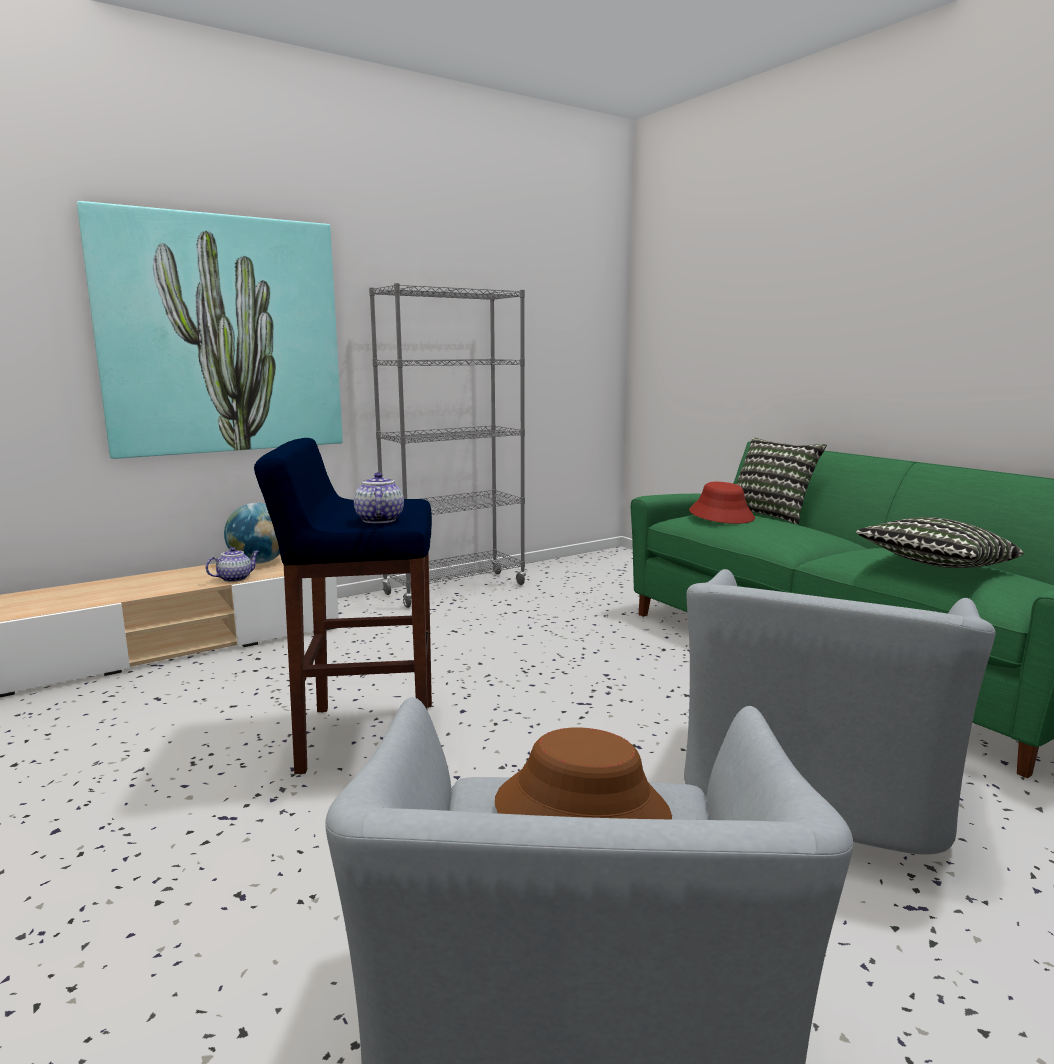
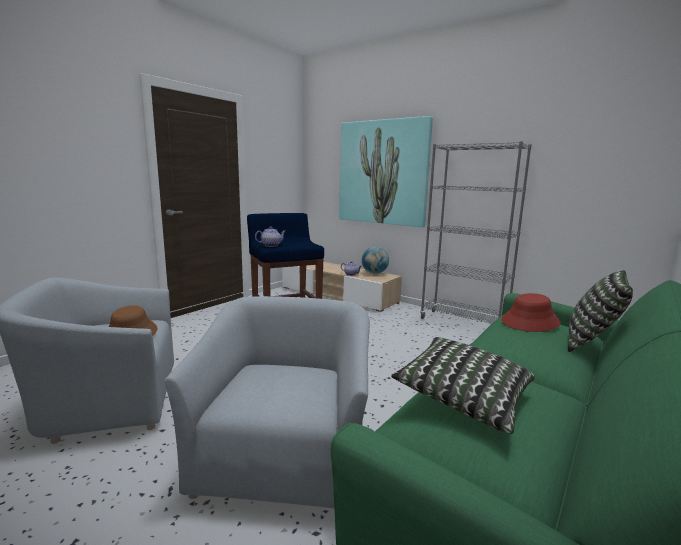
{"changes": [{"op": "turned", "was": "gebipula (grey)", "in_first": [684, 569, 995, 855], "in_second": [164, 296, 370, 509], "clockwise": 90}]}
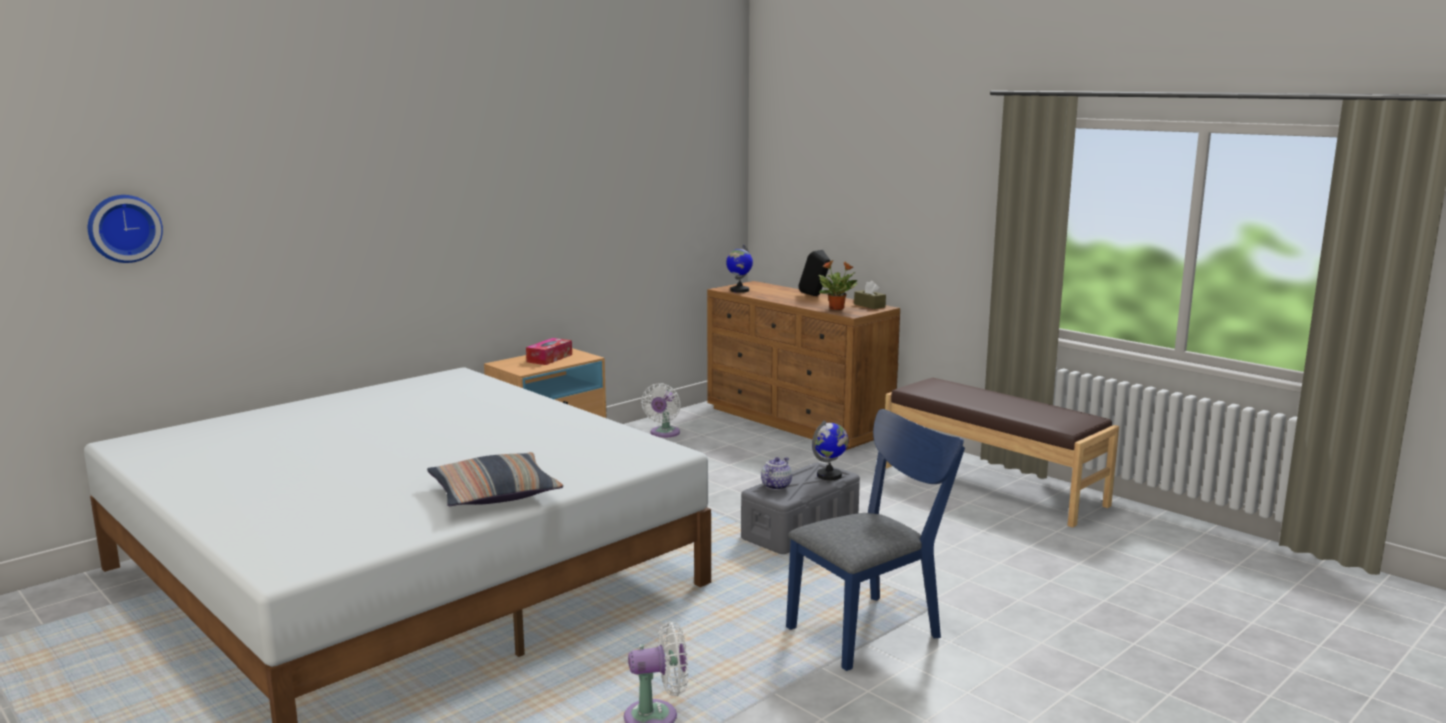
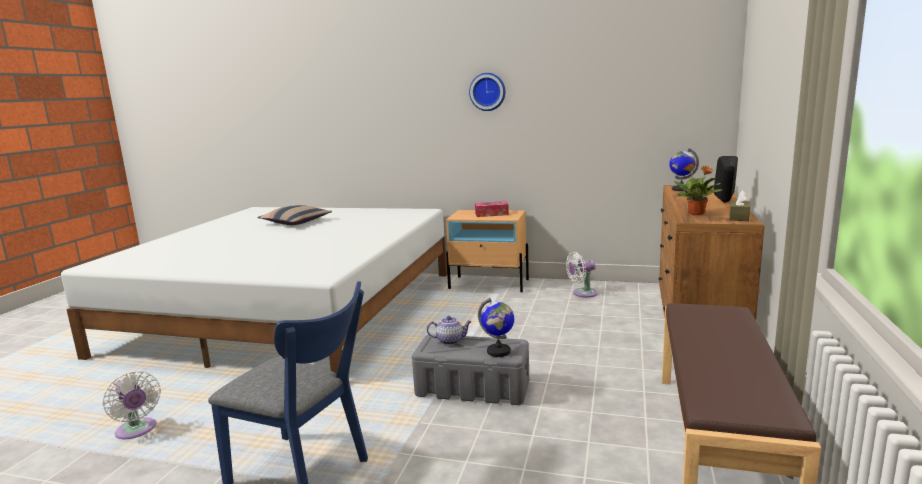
{"changes": [{"op": "moved", "was": "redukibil", "in_first": [427, 452, 563, 506], "in_second": [257, 205, 332, 225]}, {"op": "moved", "was": "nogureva", "in_first": [88, 195, 163, 263], "in_second": [469, 73, 505, 111]}]}
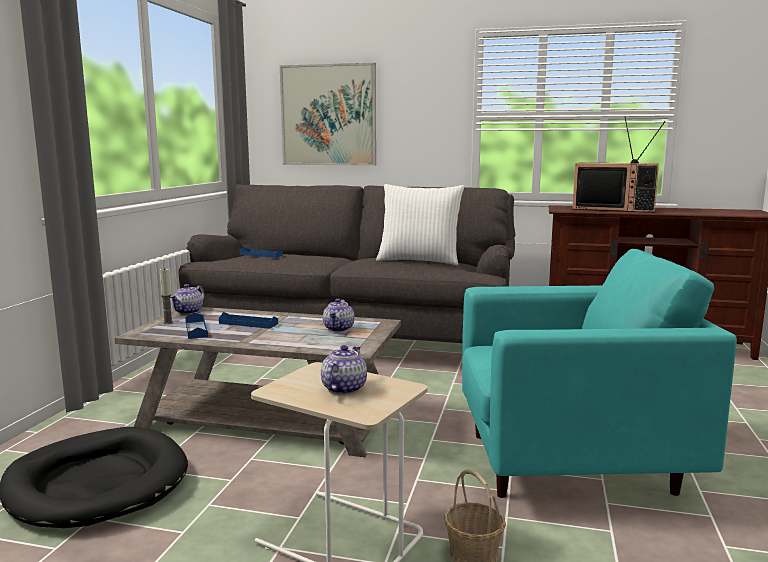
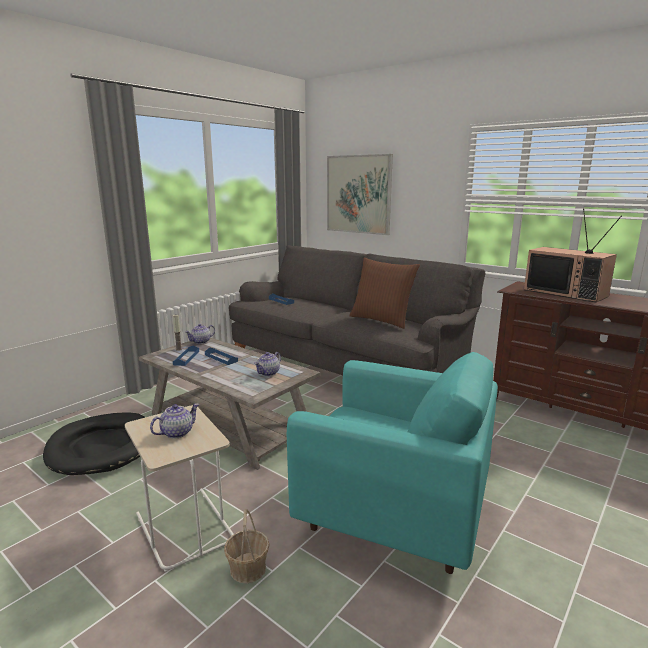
{"changes": [{"op": "recoloured", "was": "redukibil (white)", "now": "redukibil (brown)", "in_first": [376, 184, 464, 265], "in_second": [350, 258, 420, 329]}]}
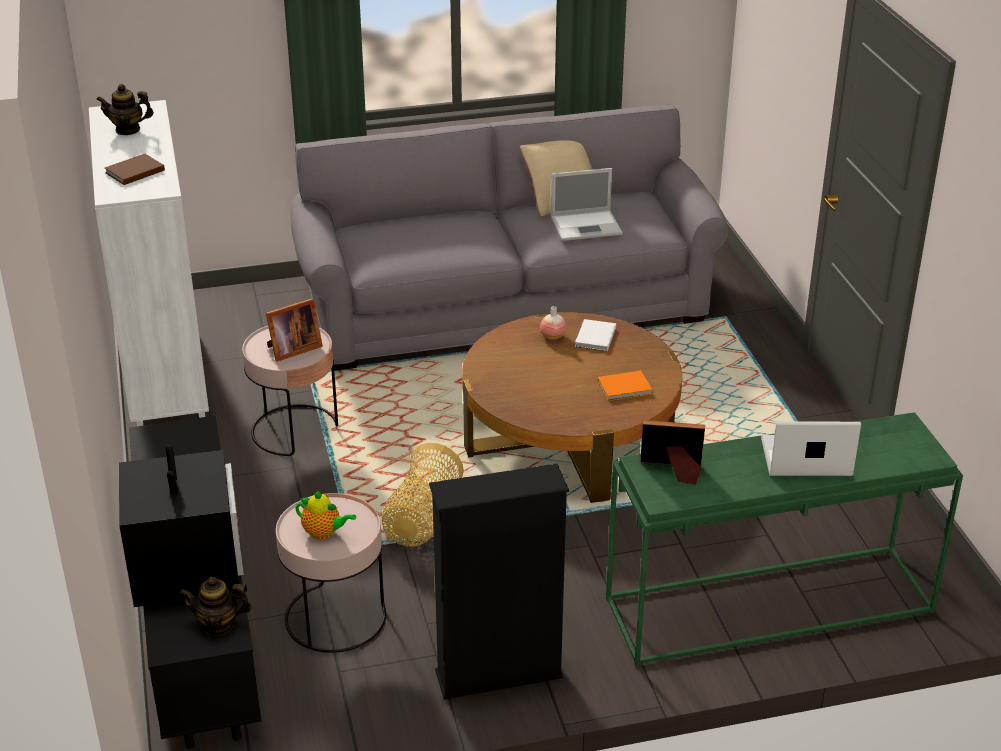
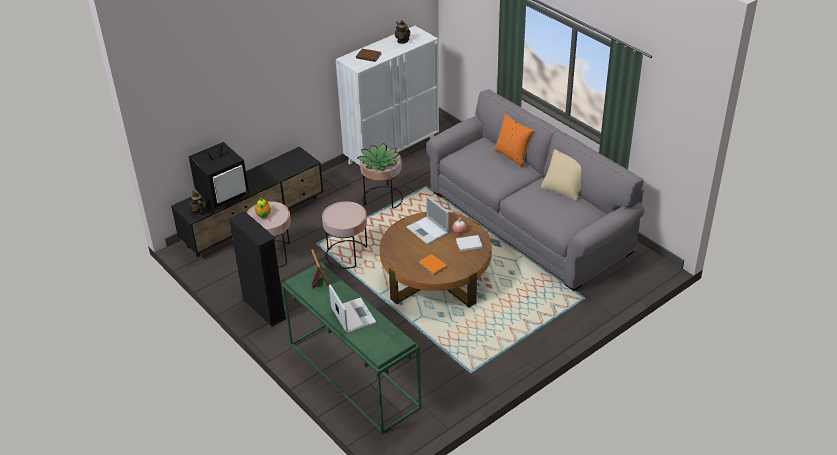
{"changes": [{"op": "replaced", "was": "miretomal", "now": "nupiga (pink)", "in_first": [382, 443, 464, 547], "in_second": [322, 201, 367, 269]}, {"op": "replaced", "was": "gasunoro", "now": "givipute", "in_first": [266, 298, 323, 362], "in_second": [357, 143, 400, 171]}, {"op": "moved", "was": "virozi", "in_first": [551, 168, 623, 241], "in_second": [406, 196, 449, 245]}, {"op": "added", "now": "redukibil (orange)", "in_second": [494, 113, 534, 168]}]}
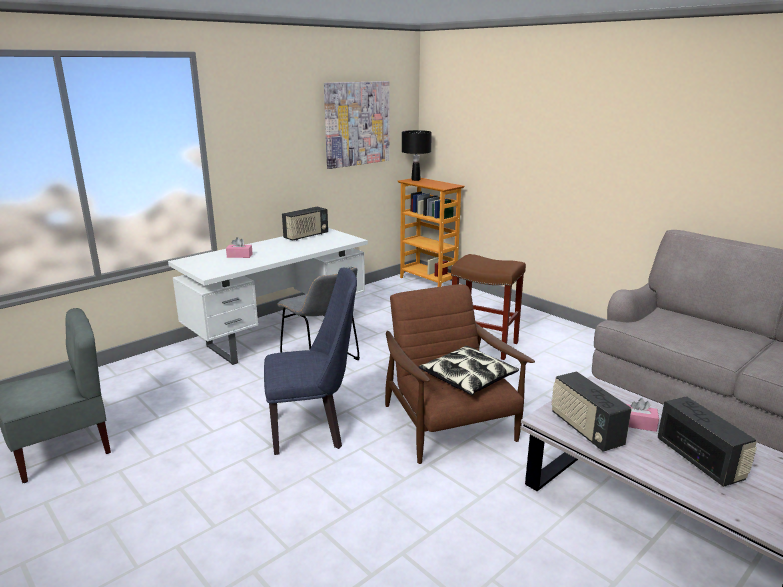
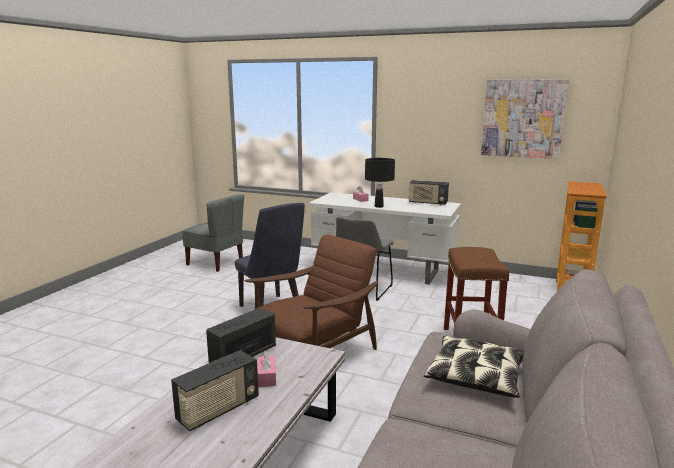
{"changes": [{"op": "moved", "was": "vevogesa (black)", "in_first": [402, 130, 432, 181], "in_second": [365, 158, 395, 208]}, {"op": "moved", "was": "redukibil", "in_first": [419, 346, 519, 395], "in_second": [424, 336, 524, 398]}]}
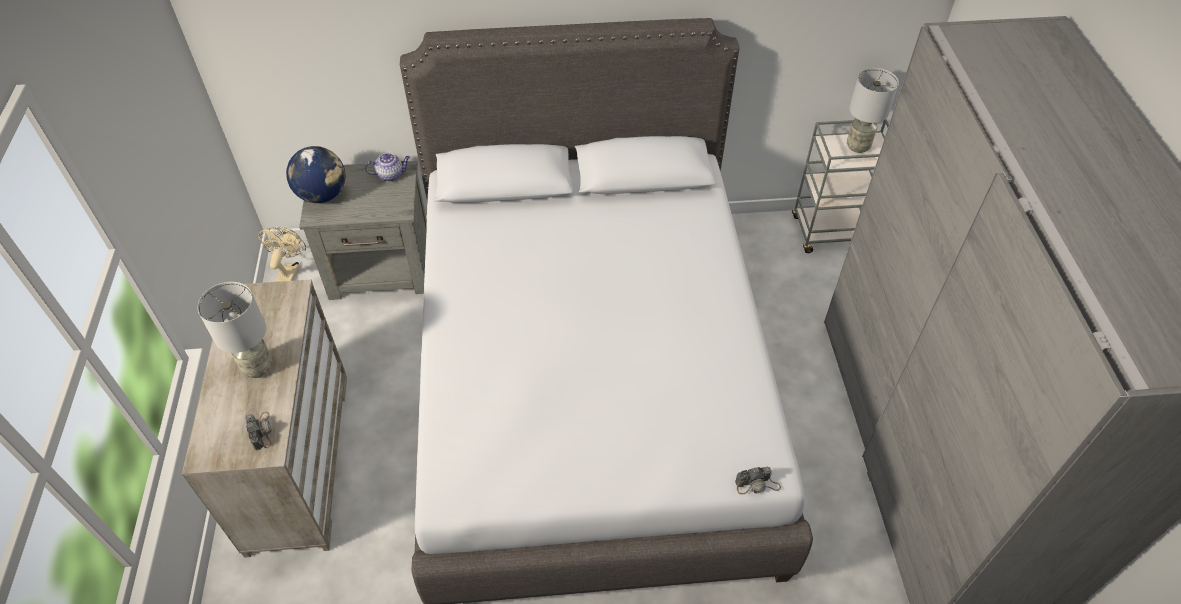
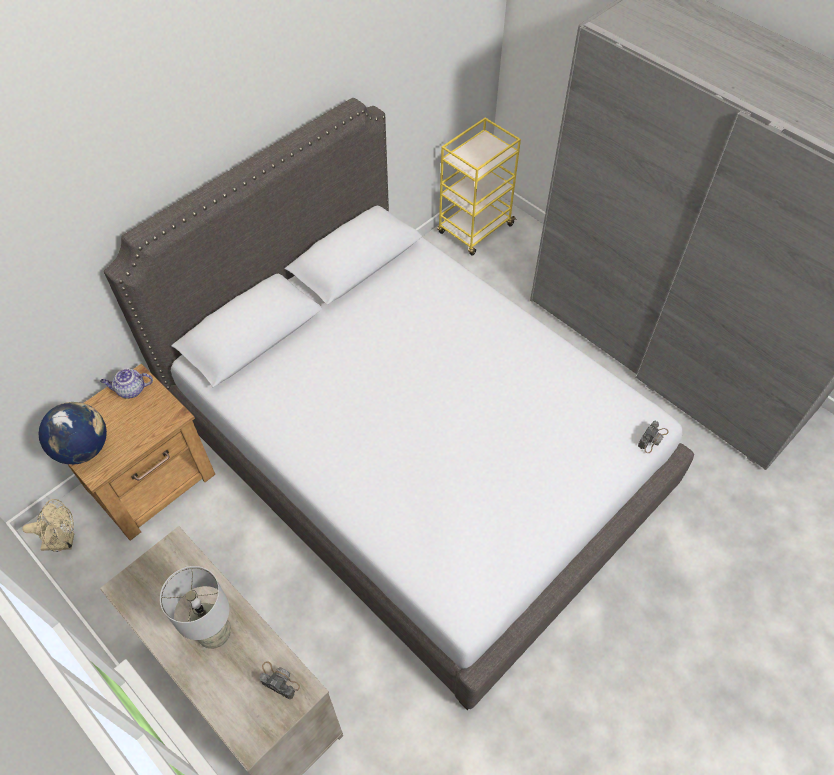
{"changes": [{"op": "turned", "was": "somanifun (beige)", "in_first": [258, 227, 306, 282], "in_second": [22, 499, 74, 552], "clockwise": 120}, {"op": "recoloured", "was": "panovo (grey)", "now": "panovo (brown)", "in_first": [299, 161, 427, 300], "in_second": [67, 364, 215, 541]}, {"op": "turned", "was": "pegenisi", "in_first": [365, 153, 410, 182], "in_second": [100, 368, 153, 399], "clockwise": -135}, {"op": "recoloured", "was": "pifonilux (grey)", "now": "pifonilux (yellow)", "in_first": [792, 119, 889, 253], "in_second": [437, 118, 521, 255]}, {"op": "removed", "was": "vevogesa (grey)", "in_first": [847, 68, 899, 153]}]}
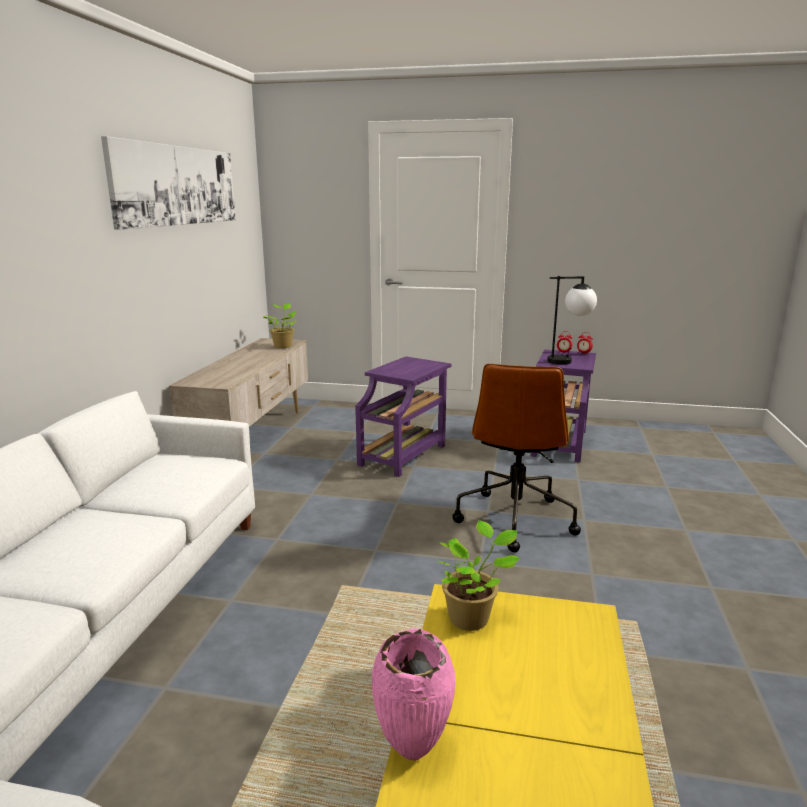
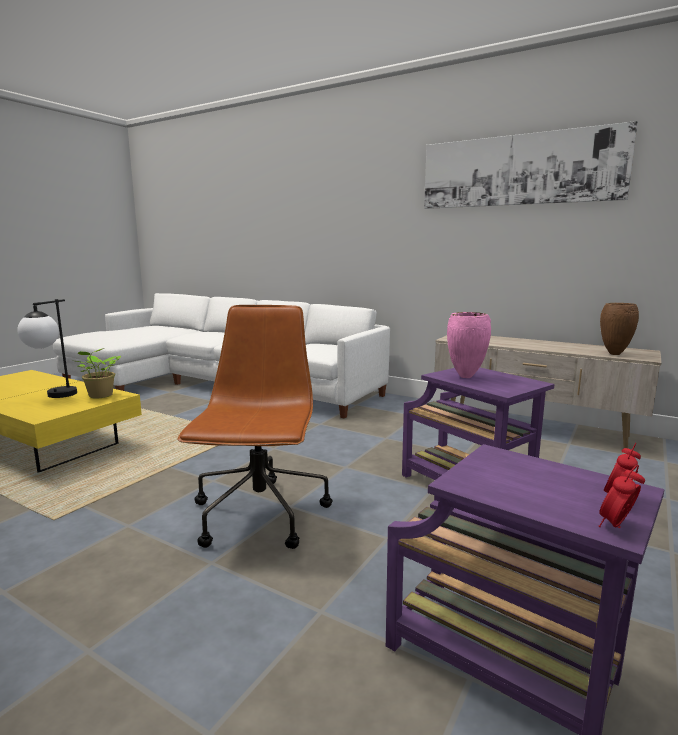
{"changes": [{"op": "moved", "was": "vevogesa", "in_first": [547, 276, 597, 365], "in_second": [17, 299, 77, 398]}, {"op": "turned", "was": "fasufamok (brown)", "in_first": [452, 364, 581, 552], "in_second": [177, 305, 333, 549], "clockwise": 60}, {"op": "moved", "was": "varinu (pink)", "in_first": [372, 629, 455, 761], "in_second": [447, 312, 491, 378]}, {"op": "replaced", "was": "givipute", "now": "varinu (brown)", "in_first": [263, 303, 297, 348], "in_second": [600, 303, 639, 355]}]}
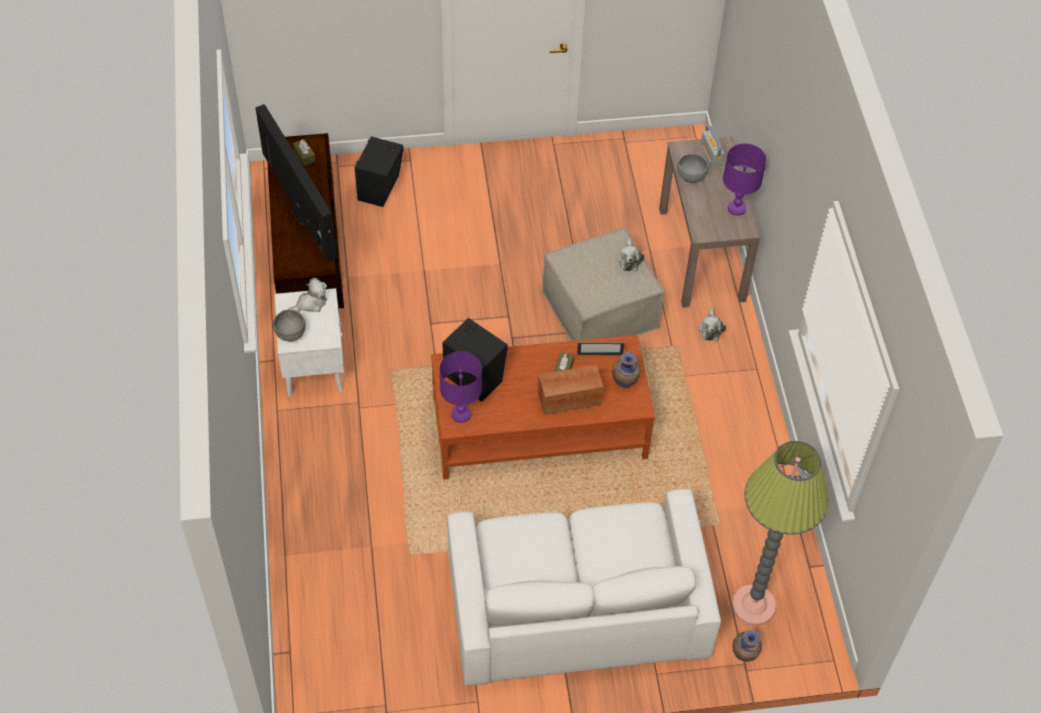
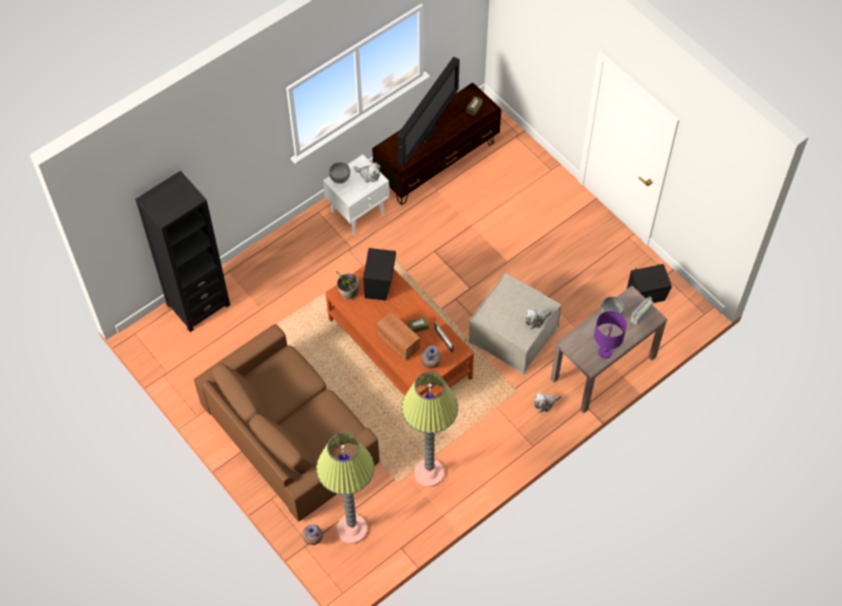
{"changes": [{"op": "added", "now": "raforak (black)", "in_second": [135, 171, 230, 332]}, {"op": "recoloured", "was": "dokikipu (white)", "now": "dokikipu (brown)", "in_first": [447, 489, 721, 686], "in_second": [194, 324, 380, 522]}, {"op": "replaced", "was": "vevogesa (purple)", "now": "givipute", "in_first": [440, 351, 482, 423], "in_second": [336, 271, 359, 300]}, {"op": "added", "now": "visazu", "in_second": [401, 372, 458, 487]}, {"op": "moved", "was": "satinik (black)", "in_first": [355, 136, 404, 207], "in_second": [627, 264, 672, 303]}]}
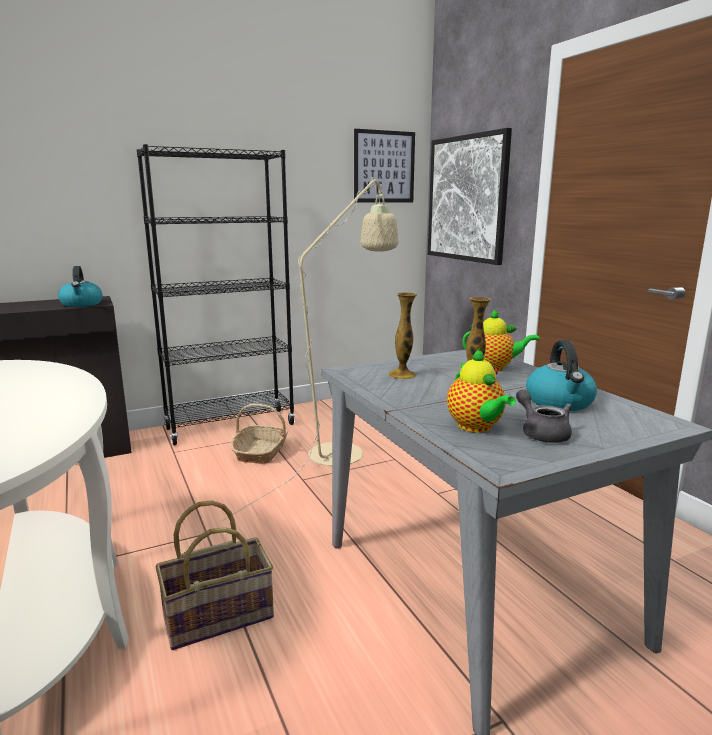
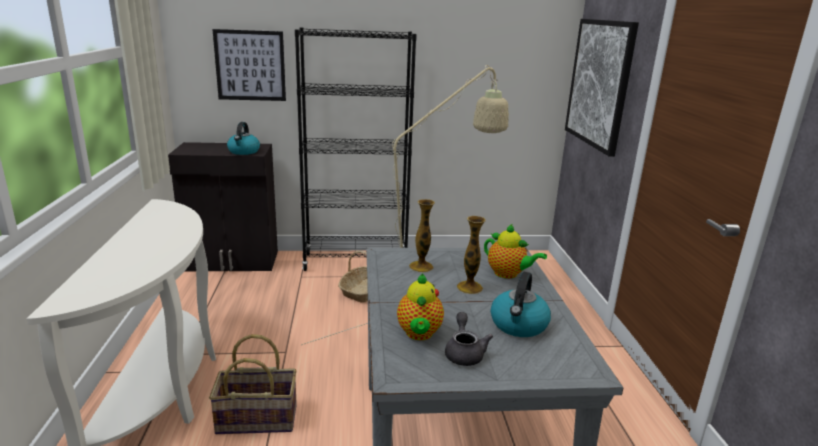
{"changes": [{"op": "moved", "was": "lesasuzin", "in_first": [354, 129, 415, 203], "in_second": [213, 29, 286, 101]}]}
